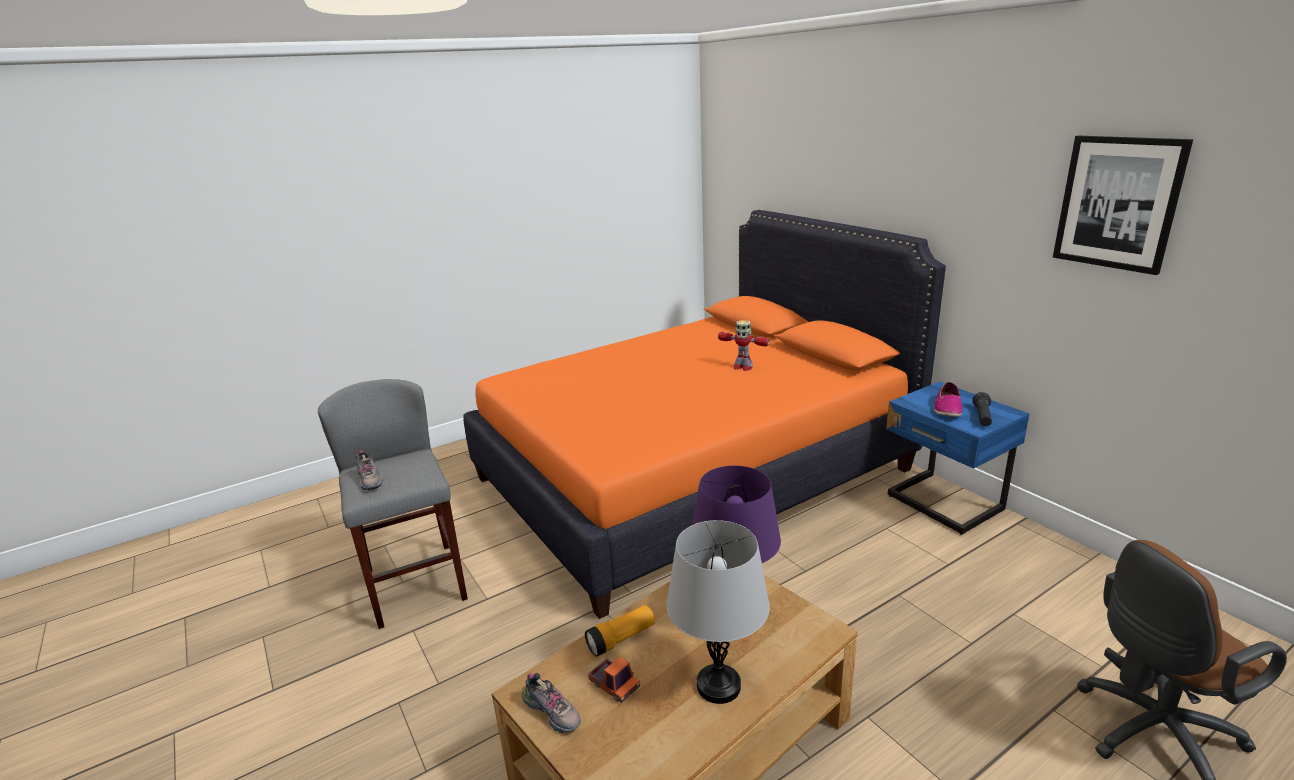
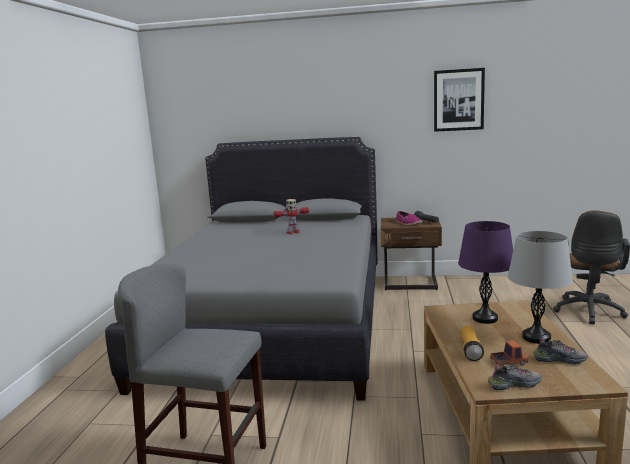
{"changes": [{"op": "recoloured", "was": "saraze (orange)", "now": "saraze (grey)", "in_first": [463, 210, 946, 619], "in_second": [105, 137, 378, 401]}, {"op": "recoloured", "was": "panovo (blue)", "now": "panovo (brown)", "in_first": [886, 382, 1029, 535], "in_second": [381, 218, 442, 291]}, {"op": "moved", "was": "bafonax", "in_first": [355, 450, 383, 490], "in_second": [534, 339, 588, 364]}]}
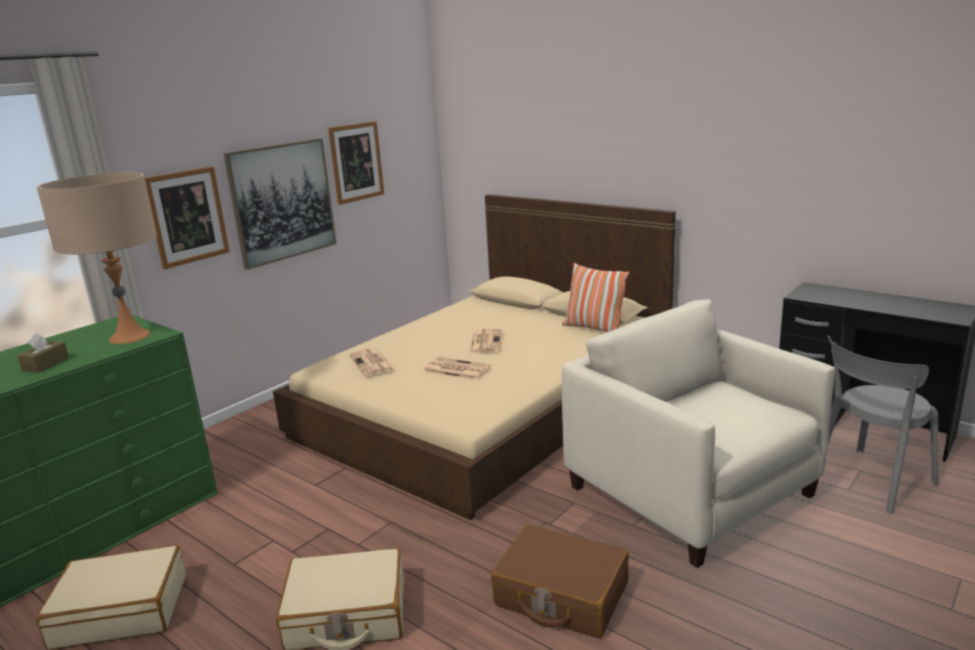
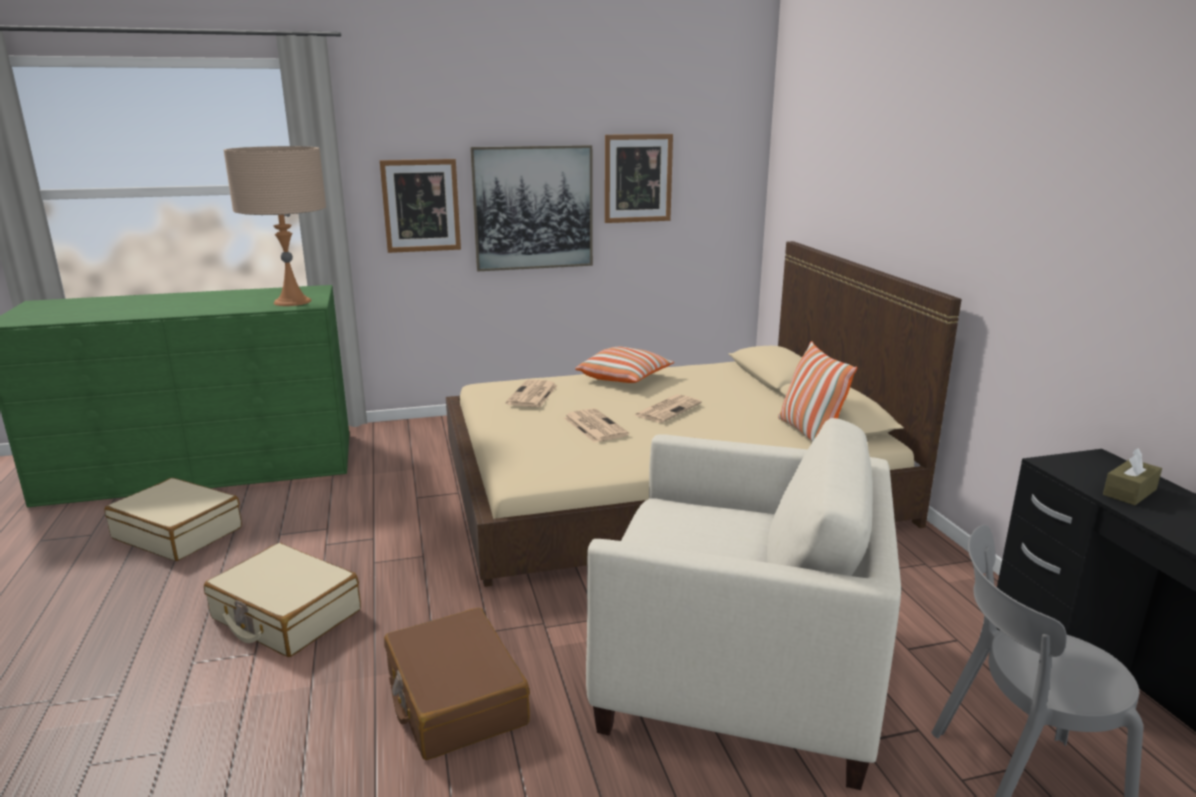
{"changes": [{"op": "added", "now": "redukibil", "in_second": [575, 347, 674, 383]}, {"op": "turned", "was": "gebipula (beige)", "in_first": [562, 300, 835, 568], "in_second": [586, 418, 901, 790], "clockwise": 105}, {"op": "moved", "was": "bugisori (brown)", "in_first": [18, 333, 69, 373], "in_second": [1103, 448, 1162, 505]}]}
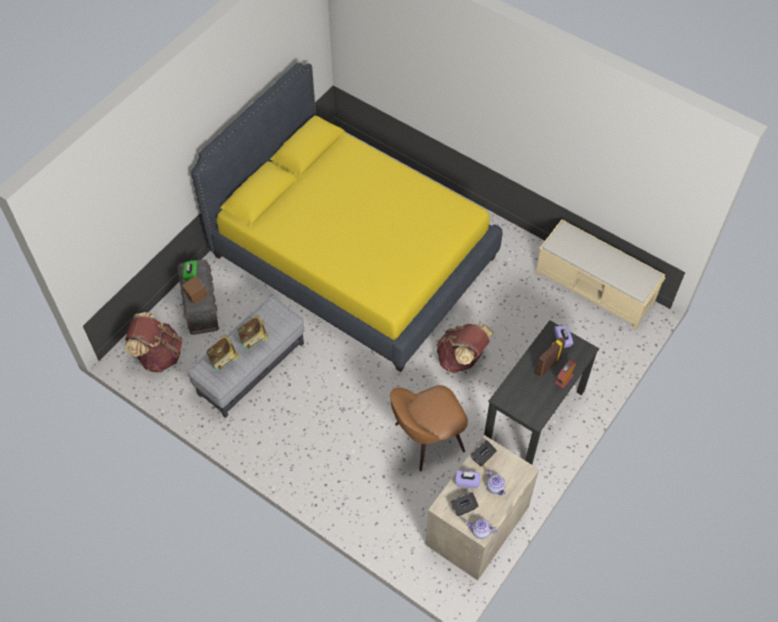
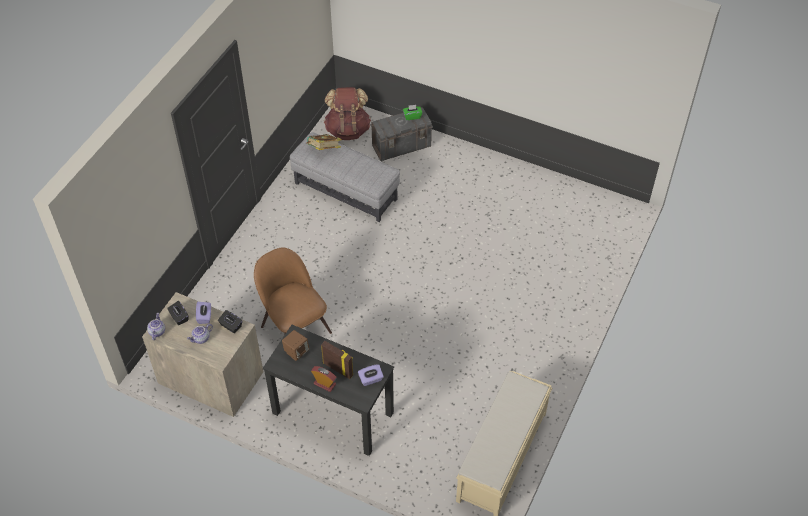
{"changes": [{"op": "moved", "was": "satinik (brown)", "in_first": [182, 276, 208, 304], "in_second": [282, 330, 309, 361]}, {"op": "removed", "was": "saraze (yellow)", "in_first": [191, 63, 502, 372]}, {"op": "removed", "was": "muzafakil", "in_first": [238, 315, 268, 350]}, {"op": "removed", "was": "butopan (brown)", "in_first": [436, 323, 494, 373]}]}
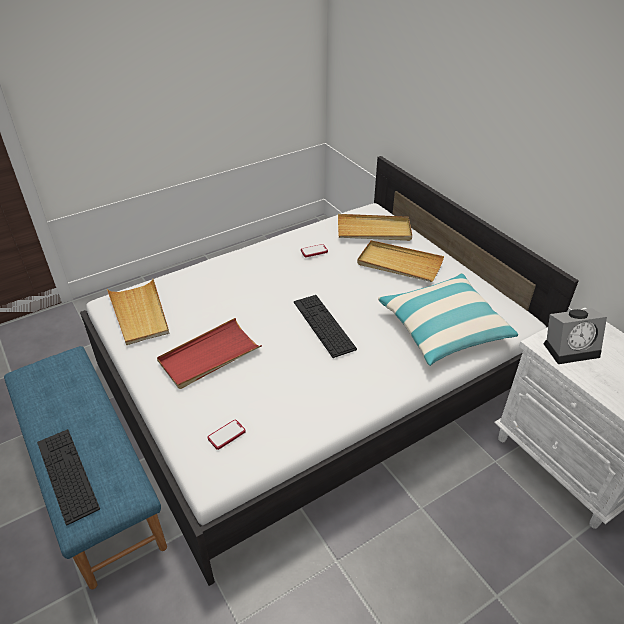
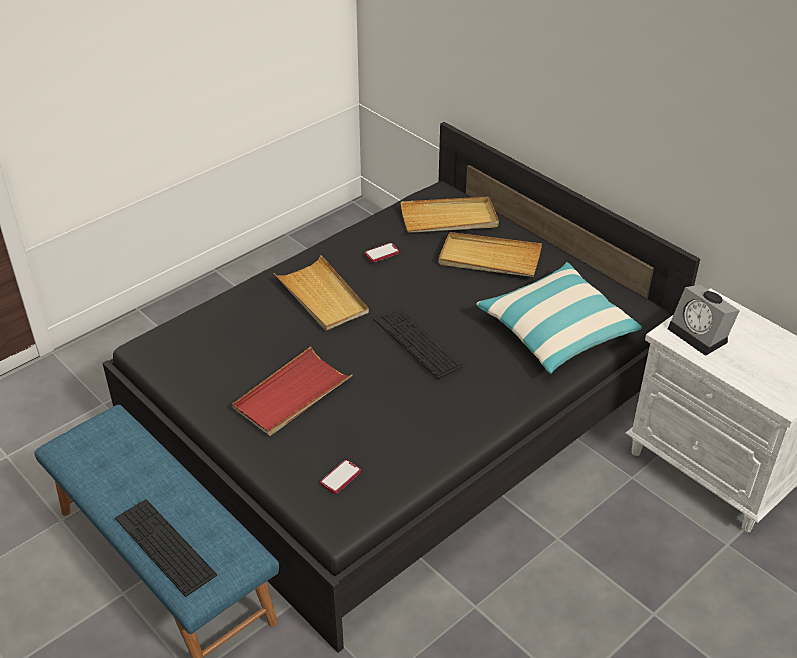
{"changes": [{"op": "recoloured", "was": "saraze (white)", "now": "saraze (black)", "in_first": [80, 156, 579, 586], "in_second": [102, 122, 700, 653]}, {"op": "moved", "was": "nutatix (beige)", "in_first": [107, 278, 169, 345], "in_second": [274, 255, 369, 331]}, {"op": "turned", "was": "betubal", "in_first": [543, 308, 607, 364], "in_second": [668, 285, 740, 356], "clockwise": 75}]}
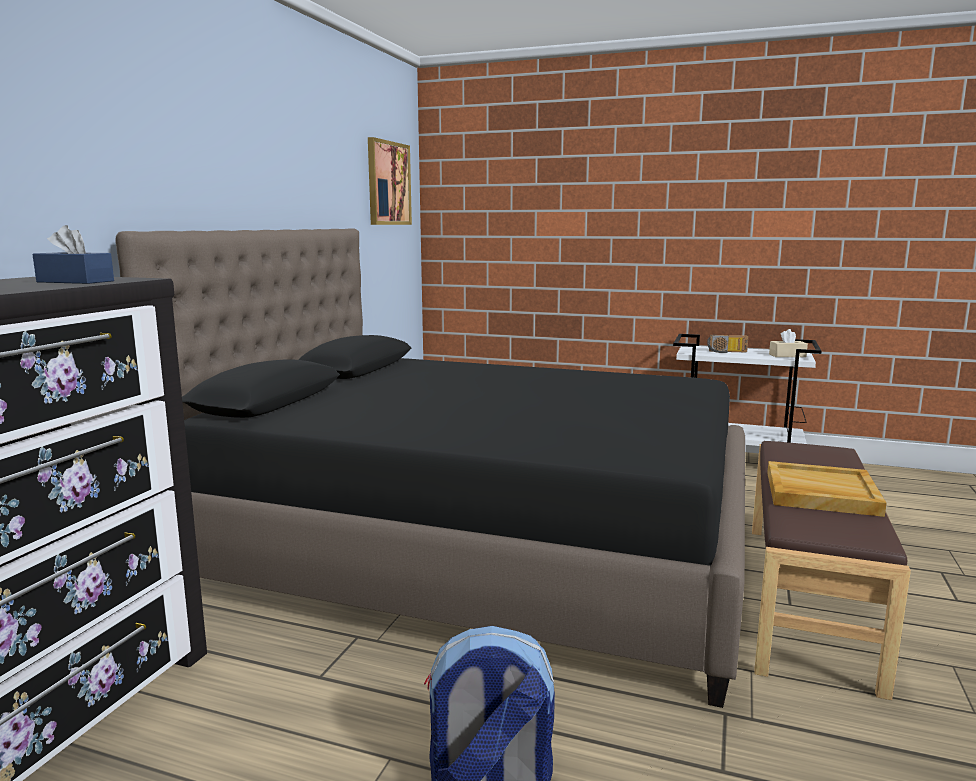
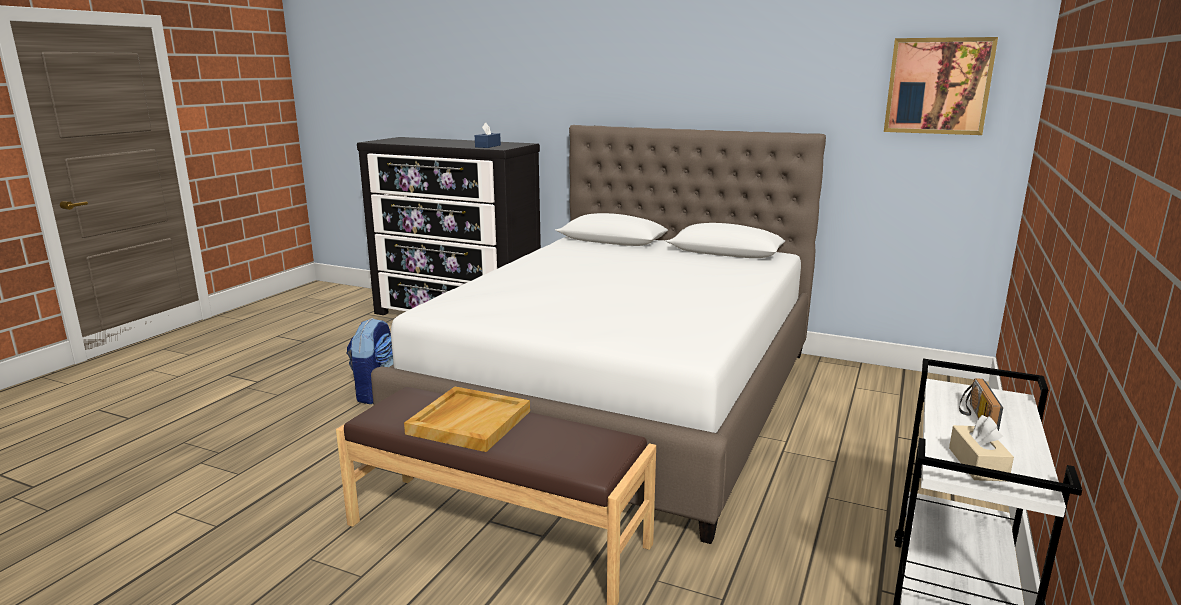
{"changes": [{"op": "recoloured", "was": "saraze (black)", "now": "saraze (white)", "in_first": [115, 228, 745, 708], "in_second": [371, 125, 826, 544]}]}
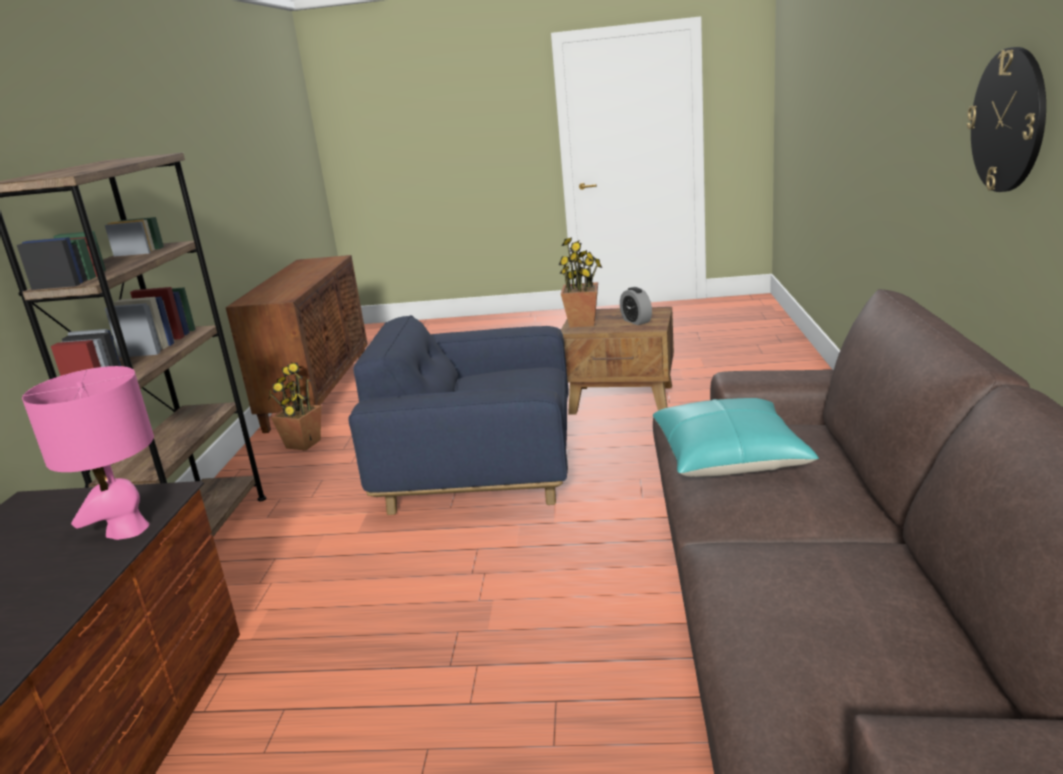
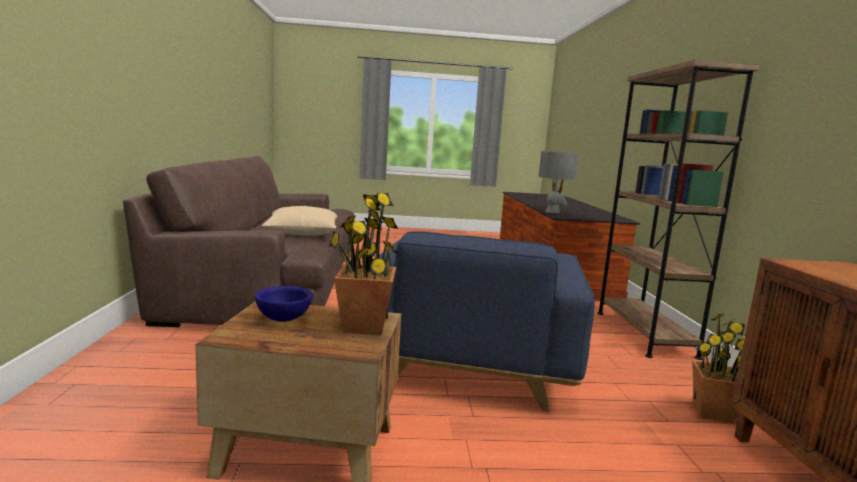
{"changes": [{"op": "replaced", "was": "betubal", "now": "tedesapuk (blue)", "in_first": [620, 287, 652, 325], "in_second": [255, 286, 313, 322]}, {"op": "recoloured", "was": "redukibil (turquoise)", "now": "redukibil (beige)", "in_first": [653, 398, 819, 477], "in_second": [262, 206, 337, 236]}, {"op": "turned", "was": "gebipula (blue)", "in_first": [348, 315, 569, 515], "in_second": [374, 231, 595, 412], "clockwise": 105}, {"op": "recoloured", "was": "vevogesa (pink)", "now": "vevogesa (grey)", "in_first": [22, 366, 154, 540], "in_second": [539, 151, 579, 213]}, {"op": "removed", "was": "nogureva", "in_first": [967, 47, 1046, 192]}]}
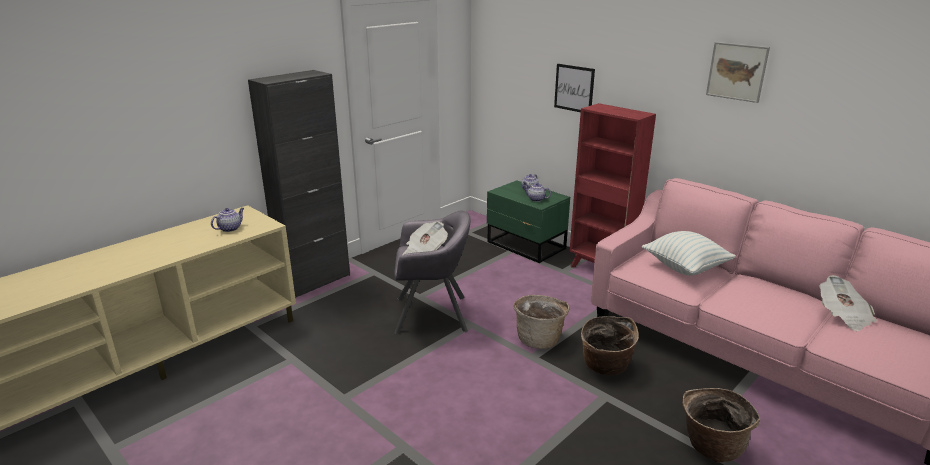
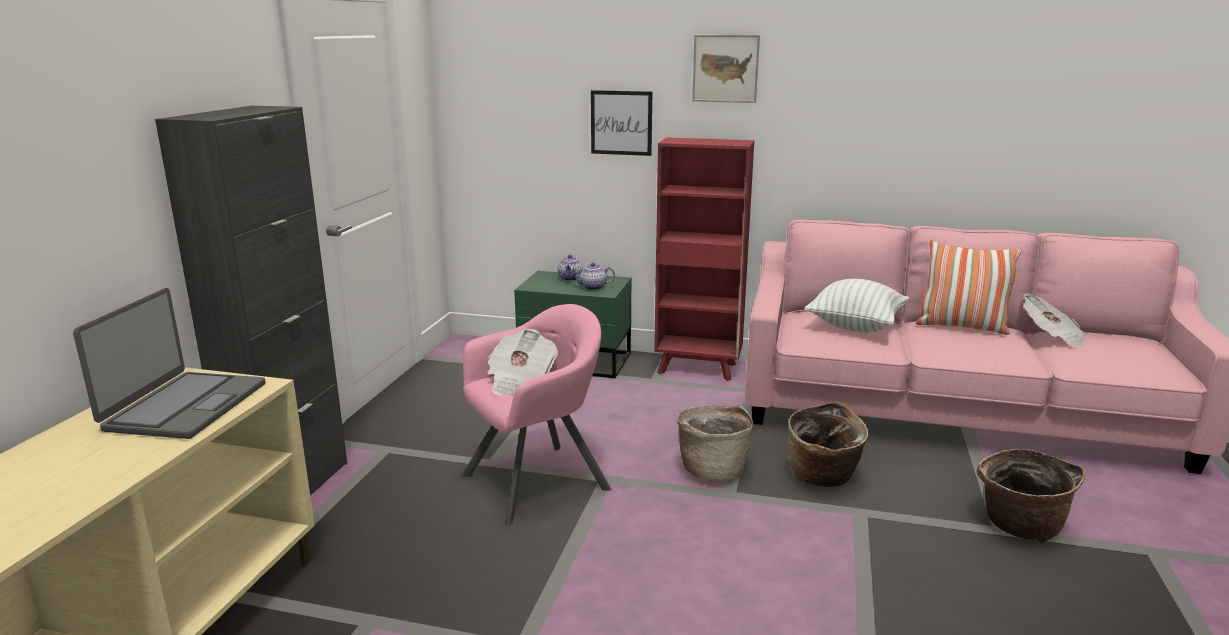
{"changes": [{"op": "replaced", "was": "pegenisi", "now": "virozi", "in_first": [211, 208, 244, 232], "in_second": [73, 288, 266, 439]}, {"op": "recoloured", "was": "gebipula (grey)", "now": "gebipula (pink)", "in_first": [394, 211, 471, 334], "in_second": [462, 304, 611, 526]}, {"op": "moved", "was": "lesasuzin", "in_first": [706, 42, 770, 103], "in_second": [692, 35, 760, 103]}, {"op": "added", "now": "redukibil", "in_second": [916, 240, 1022, 335]}]}
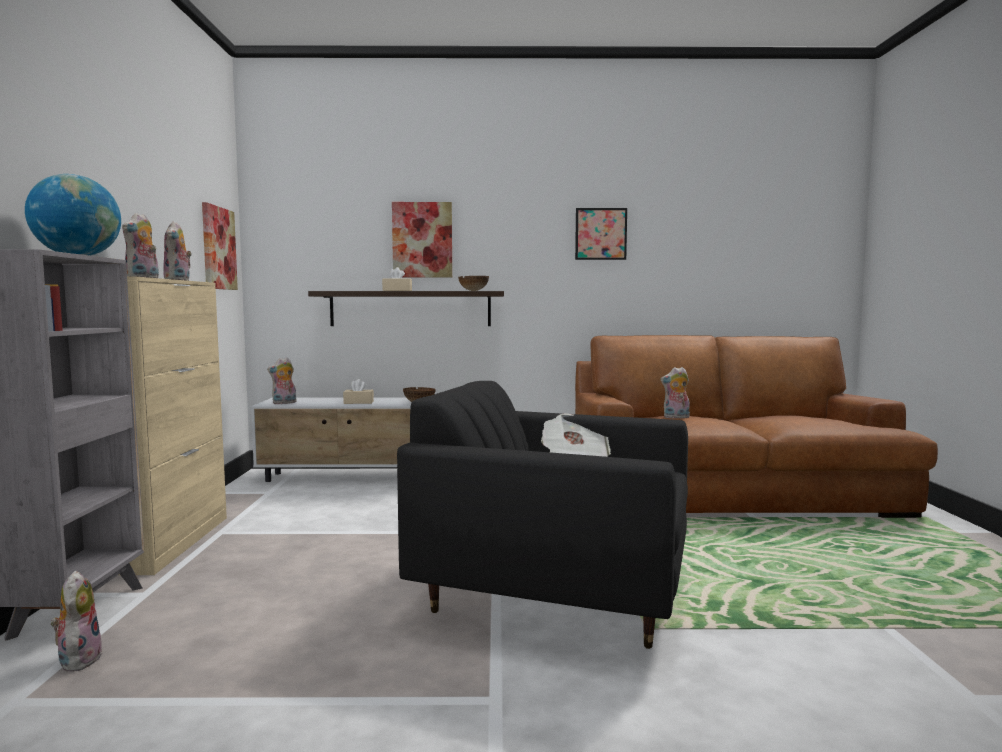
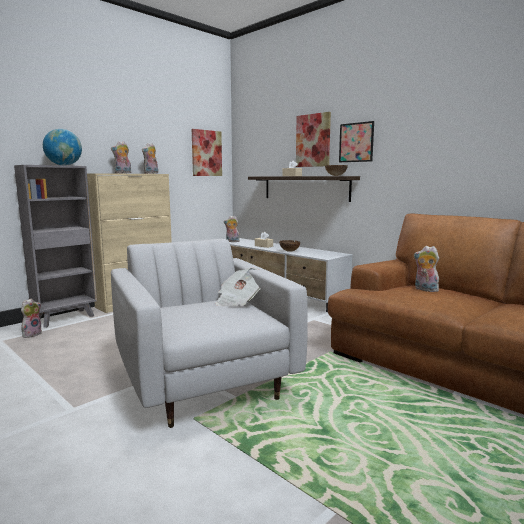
{"changes": [{"op": "recoloured", "was": "gebipula (black)", "now": "gebipula (white)", "in_first": [397, 381, 688, 649], "in_second": [111, 239, 308, 428]}, {"op": "moved", "was": "lesasuzin", "in_first": [575, 208, 627, 260], "in_second": [339, 121, 374, 162]}]}
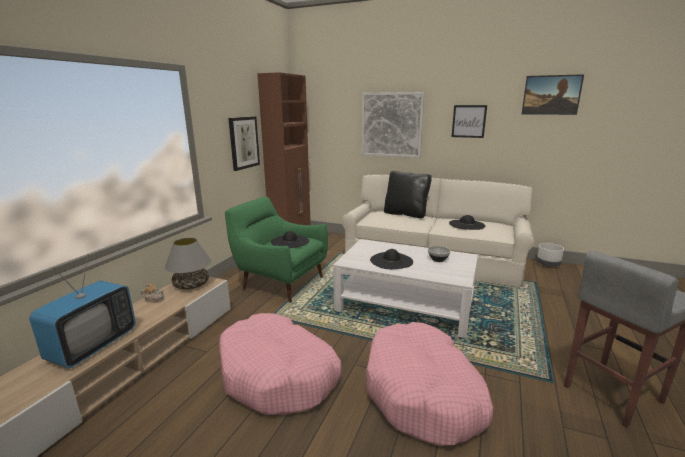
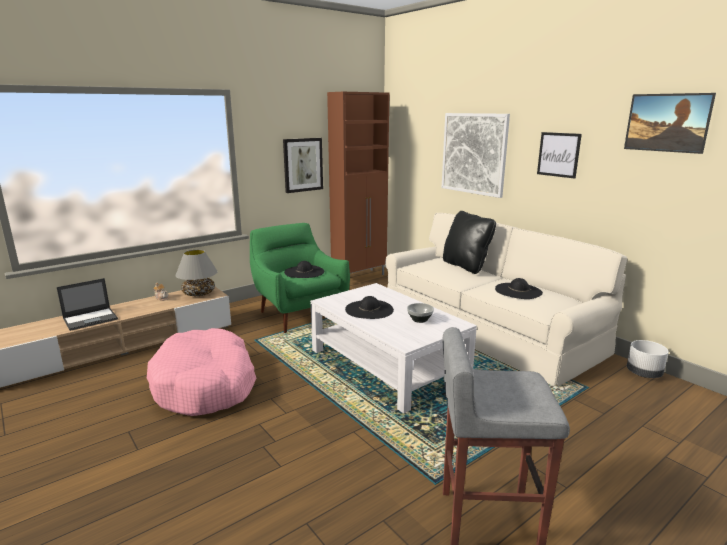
{"changes": [{"op": "replaced", "was": "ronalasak", "now": "virozi", "in_first": [29, 255, 136, 368], "in_second": [57, 278, 118, 331]}, {"op": "removed", "was": "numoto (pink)", "in_first": [366, 322, 493, 446]}]}
